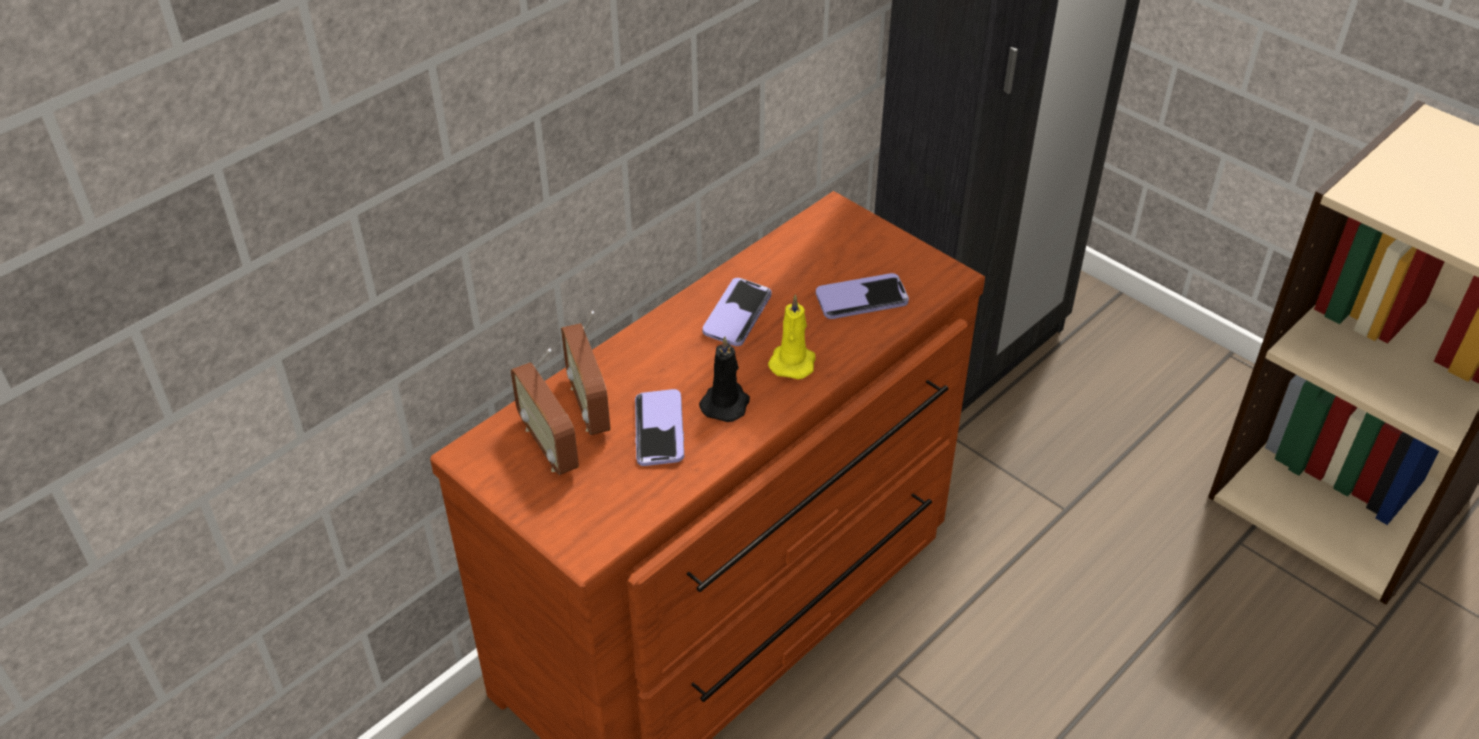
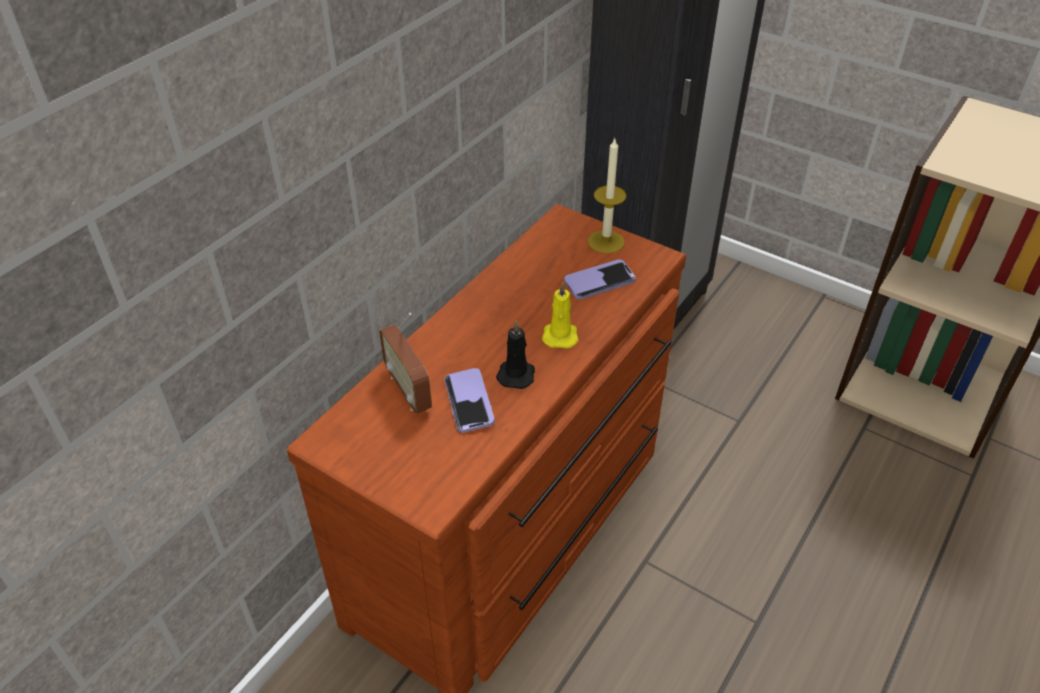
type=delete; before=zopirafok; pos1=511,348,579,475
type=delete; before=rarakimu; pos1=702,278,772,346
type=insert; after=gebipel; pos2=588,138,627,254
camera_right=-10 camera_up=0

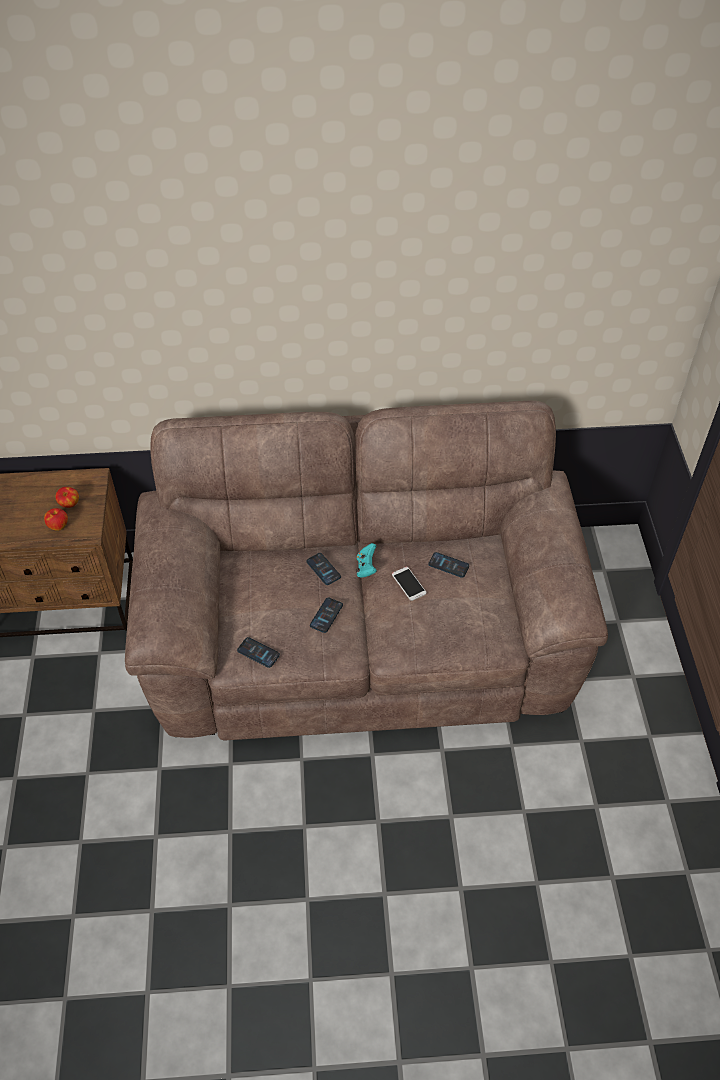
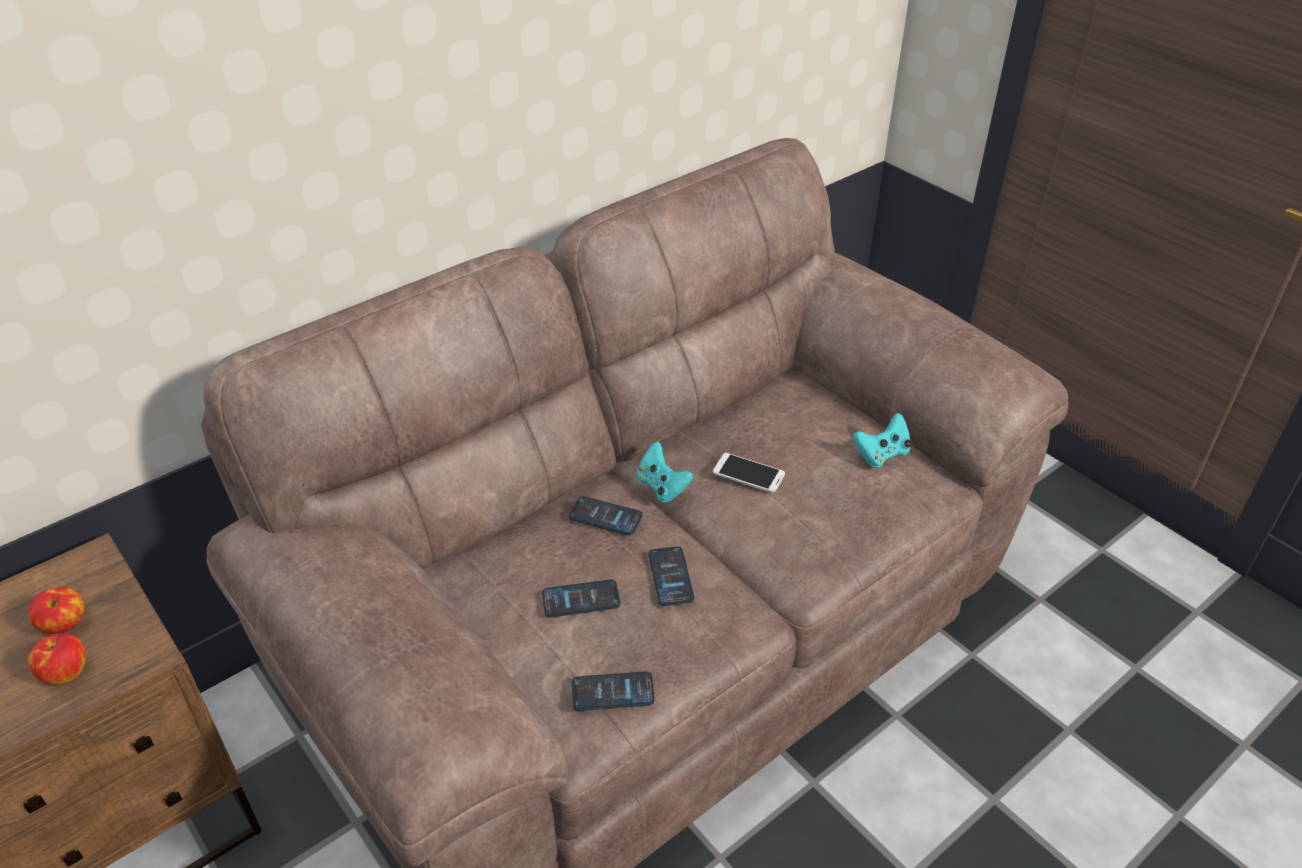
type=move; before=rarakimu; pos1=428,552,469,578; pos2=542,579,620,618
type=insert; after=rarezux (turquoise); pos2=853,413,912,468
camera_right=-35 camera_up=-10

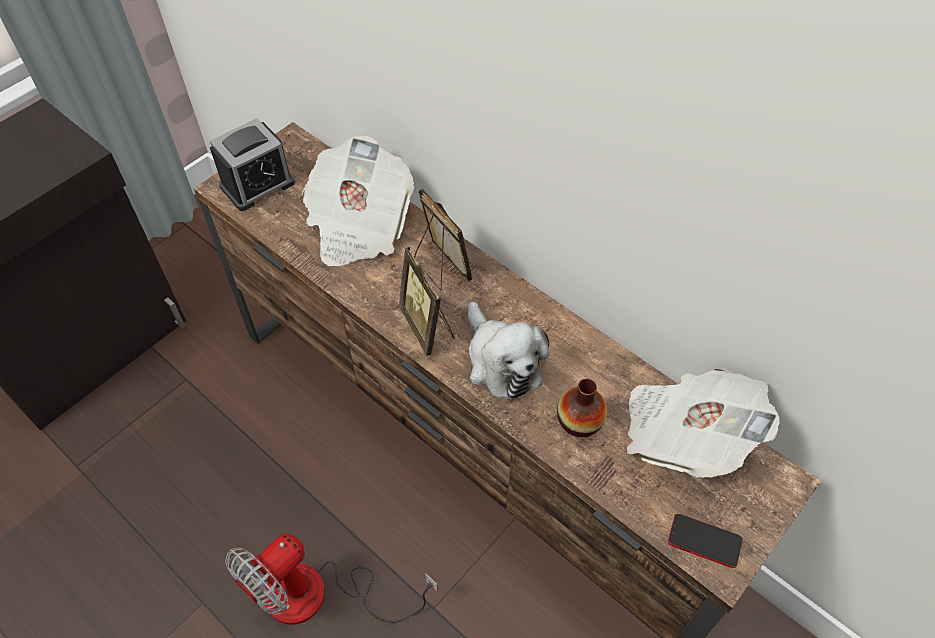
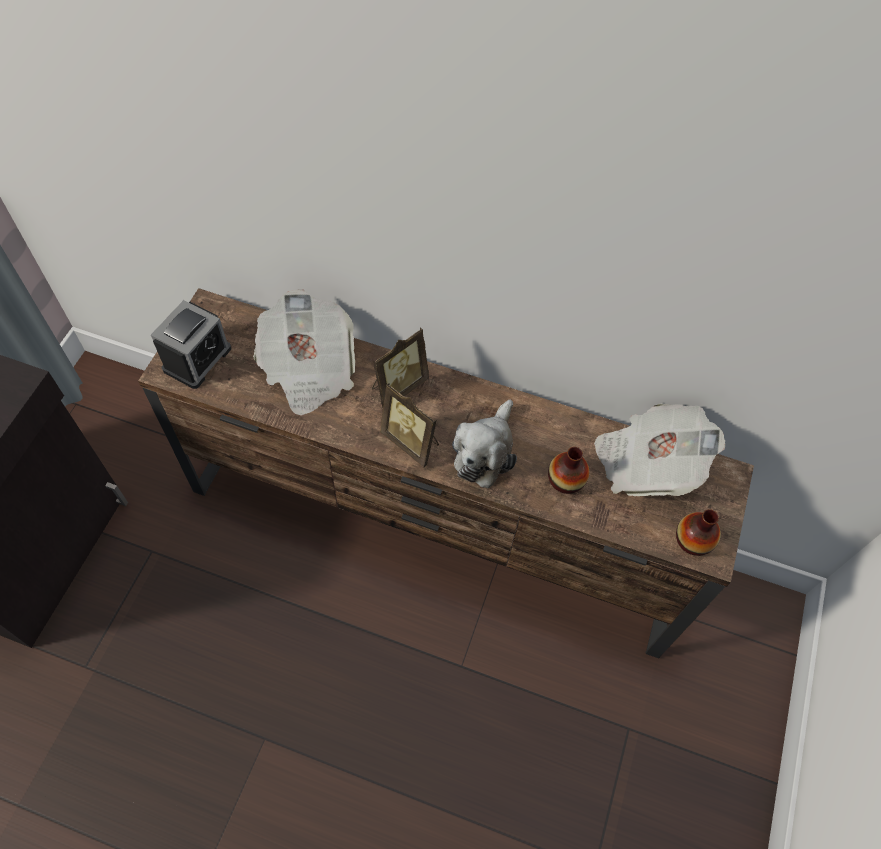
type=delete; before=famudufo; pos1=225,534,438,625
type=rotate; before=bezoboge; pos1=414,189,472,290; pos2=372,328,429,408; turn=105
type=rotate; before=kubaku; pos1=468,301,549,401; pos2=452,400,517,488; turn=75
type=replace; before=rarakimu; after=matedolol; pos1=668,514,743,568; pos2=676,509,721,556
camera_right=-25 camera_up=5

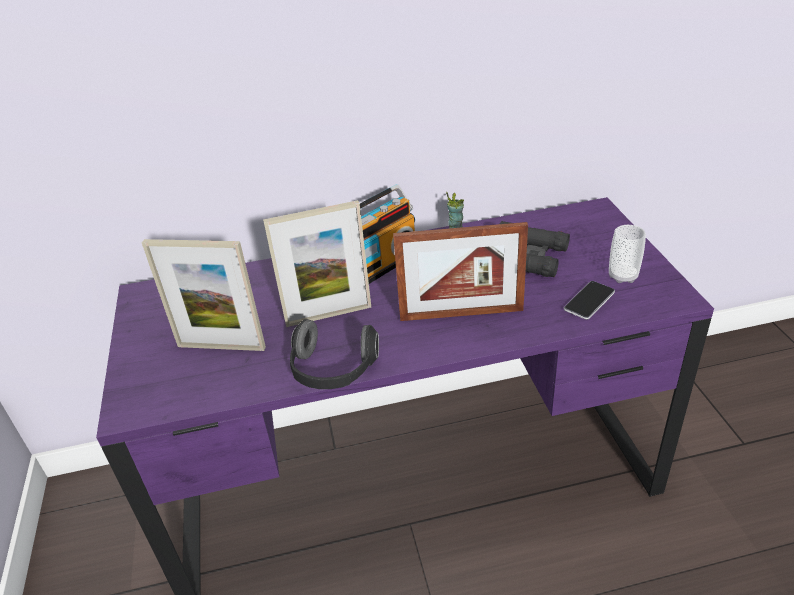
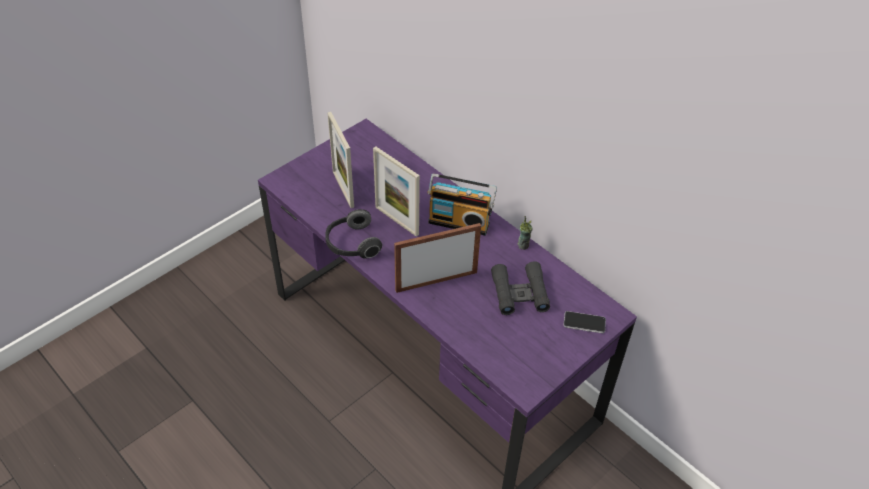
type=rotate; before=bezoboge; pos1=393,222,528,321; pos2=394,223,481,293; turn=105
type=move; before=rarakimu; pos1=564,281,615,320; pos2=564,311,606,333
type=delete; before=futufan; pos1=609,225,646,283
camera_right=55 camera_up=10

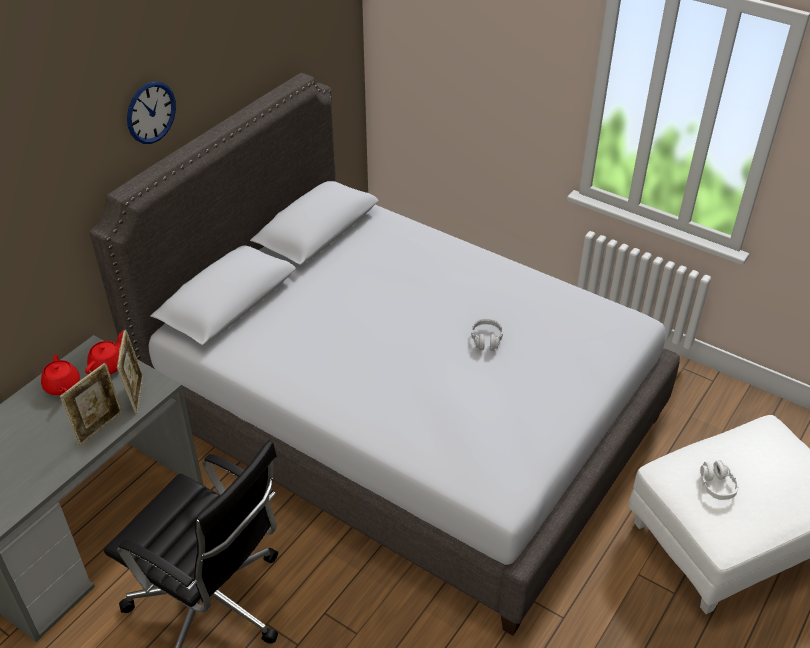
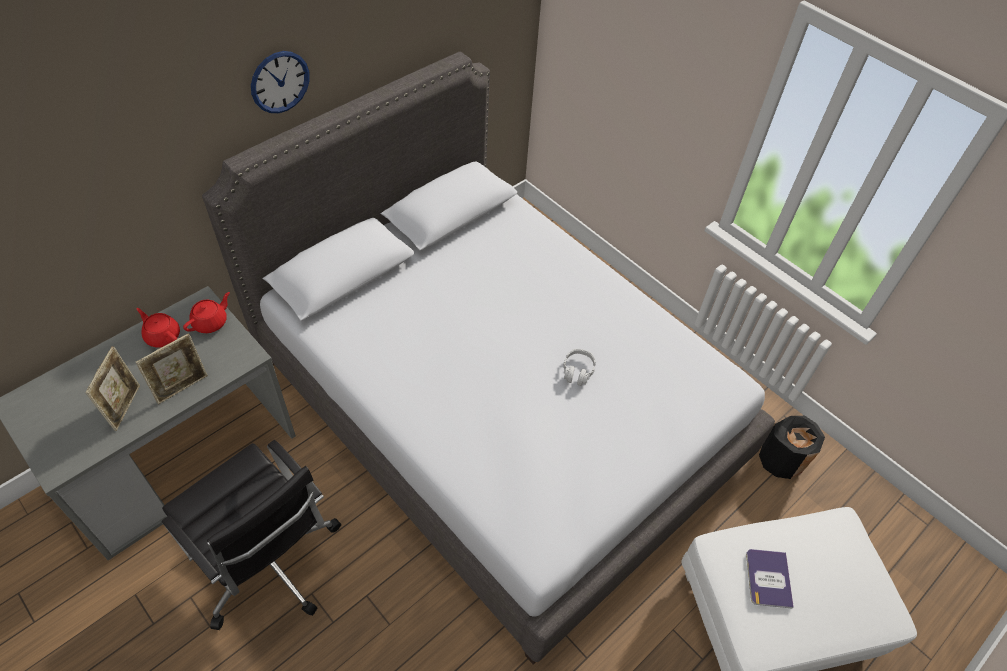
type=rotate; before=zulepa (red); pos1=41,355,80,395; pos2=136,308,180,348; turn=135
type=move; before=bezoboge; pos1=117,329,143,414; pos2=85,346,140,431
type=replace; before=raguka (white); after=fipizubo; pos1=700,460,739,500; pos2=746,549,794,609
type=insert; after=matedolol (black); pos2=759,416,825,479
camera_right=10 camera_up=10

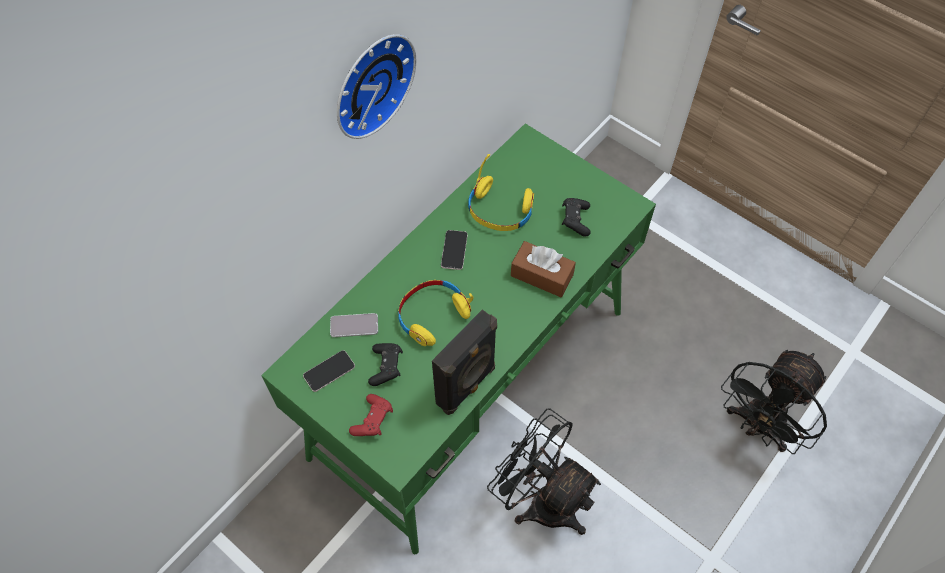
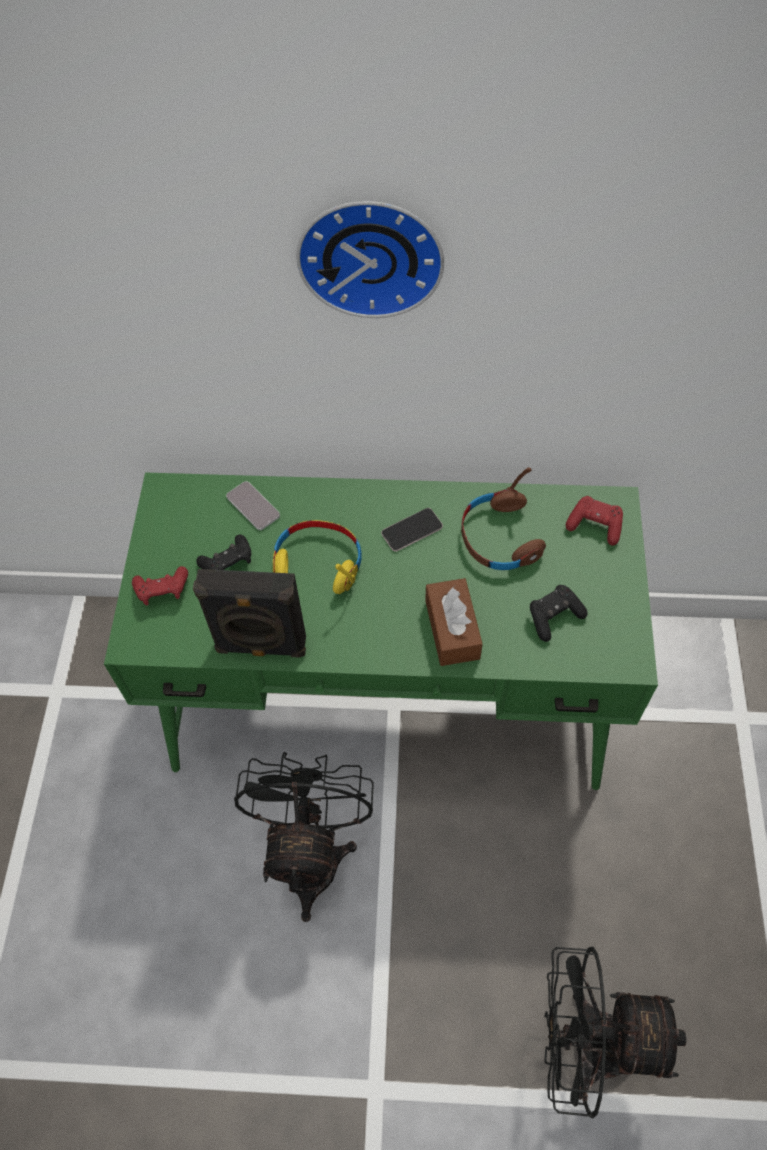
type=delete; before=rarakimu; pos1=303,350,355,392
type=recolor; before=raguka (yellow); after=raguka (brown); pos1=468,154,534,231; pos2=461,468,546,570
type=insert; after=rarezux (red); pos2=566,496,623,546
camera_right=55 camera_up=0

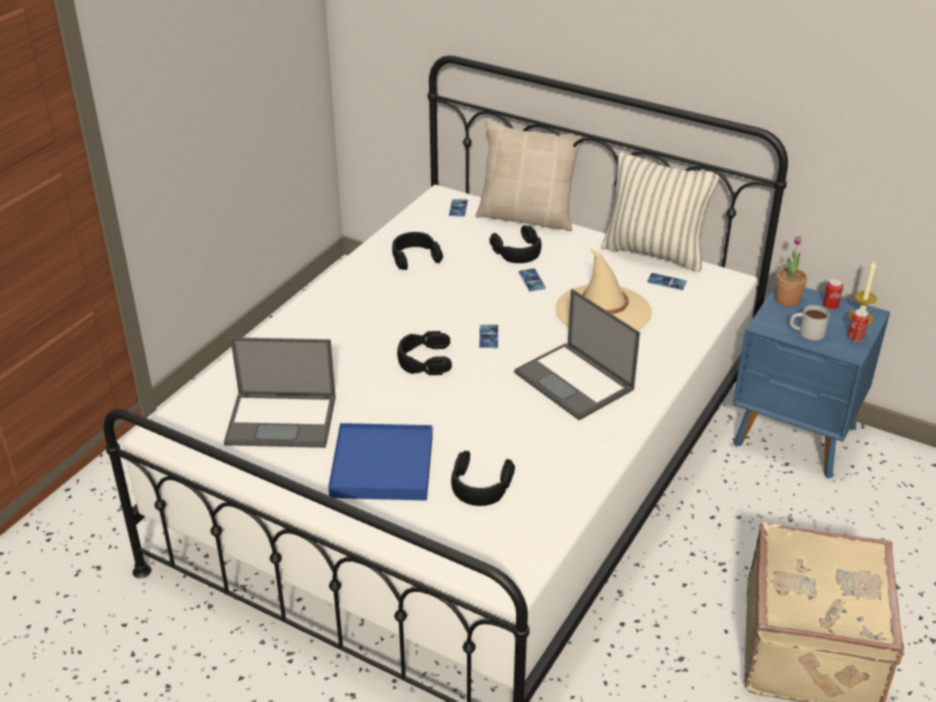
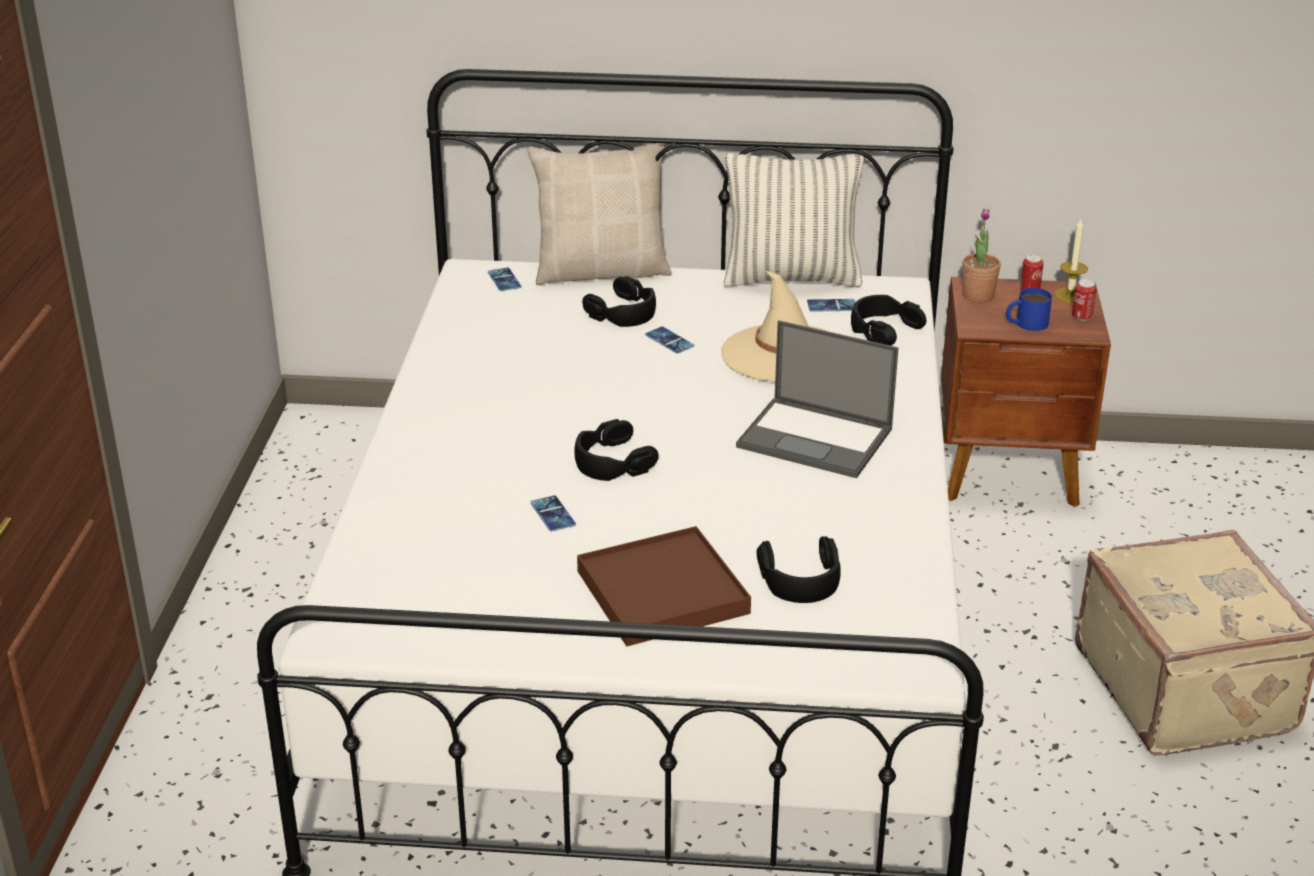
type=delete; before=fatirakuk; pos1=224,337,336,448
type=recolor; before=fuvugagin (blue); after=fuvugagin (brown); pos1=328,423,433,500; pos2=577,526,751,646
type=move; before=raguka (black); pos1=392,232,443,270; pos2=851,295,926,346
type=move; before=rarakimu; pos1=479,325,498,348; pos2=530,495,576,531
type=recolor; before=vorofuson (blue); after=vorofuson (brown); pos1=733,285,890,479; pos2=941,277,1111,507
type=recolor; before=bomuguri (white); after=bomuguri (blue); pos1=790,305,830,340; pos2=1006,288,1052,331
camera_right=-25 camera_up=-5

